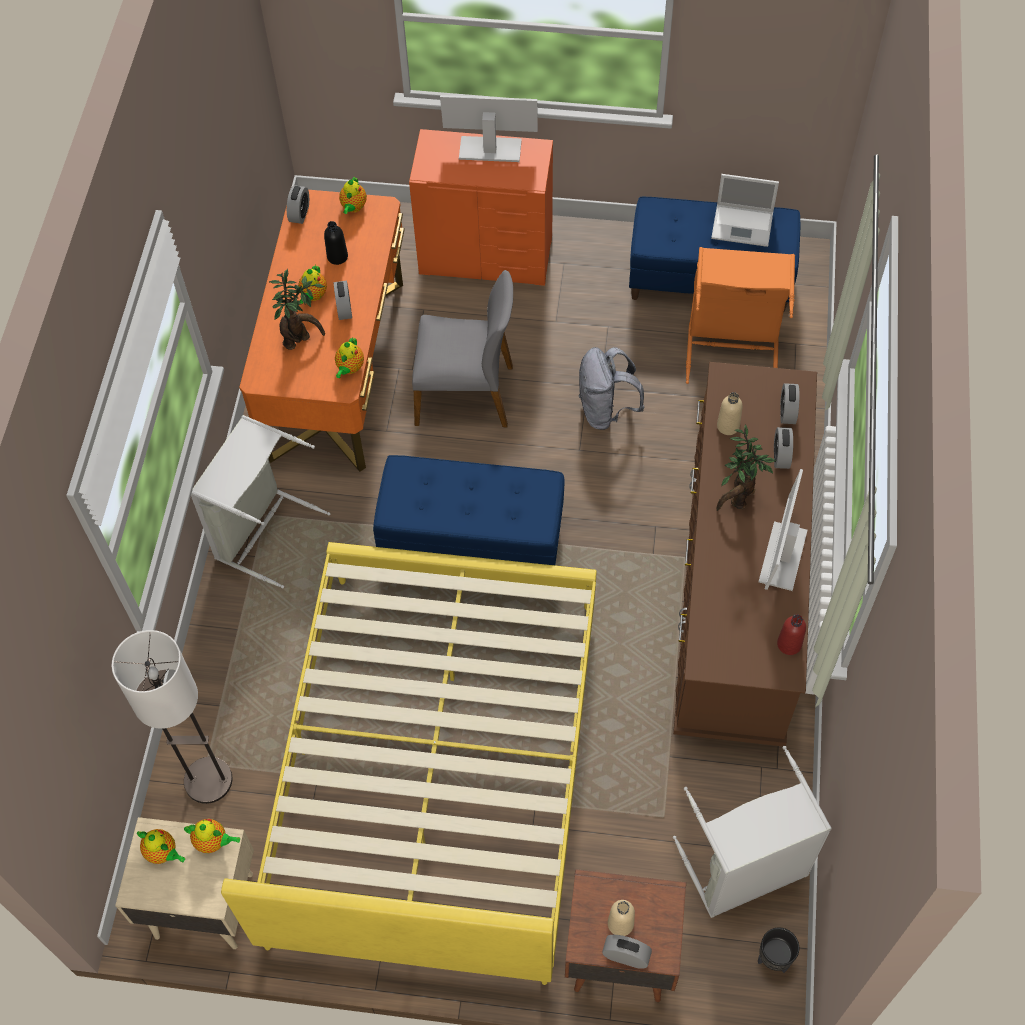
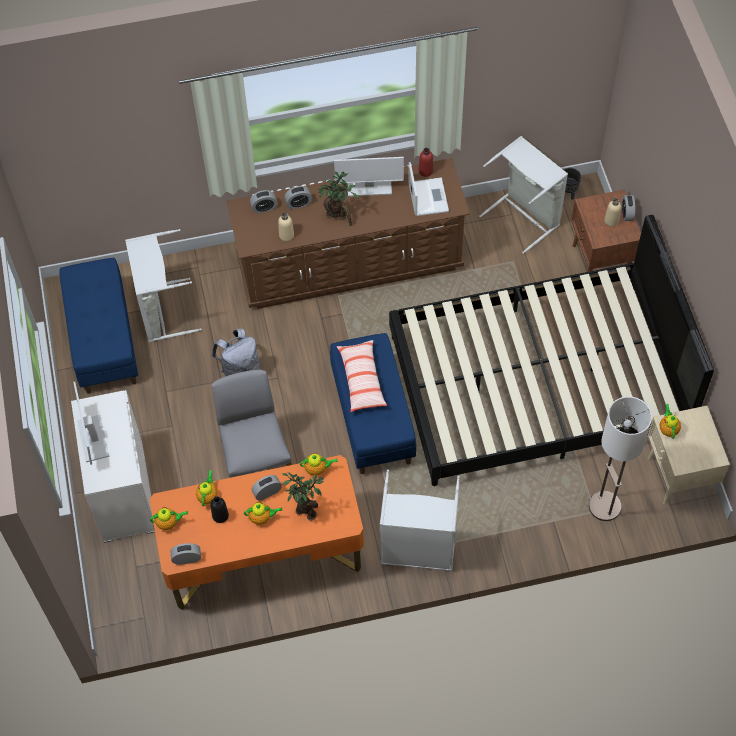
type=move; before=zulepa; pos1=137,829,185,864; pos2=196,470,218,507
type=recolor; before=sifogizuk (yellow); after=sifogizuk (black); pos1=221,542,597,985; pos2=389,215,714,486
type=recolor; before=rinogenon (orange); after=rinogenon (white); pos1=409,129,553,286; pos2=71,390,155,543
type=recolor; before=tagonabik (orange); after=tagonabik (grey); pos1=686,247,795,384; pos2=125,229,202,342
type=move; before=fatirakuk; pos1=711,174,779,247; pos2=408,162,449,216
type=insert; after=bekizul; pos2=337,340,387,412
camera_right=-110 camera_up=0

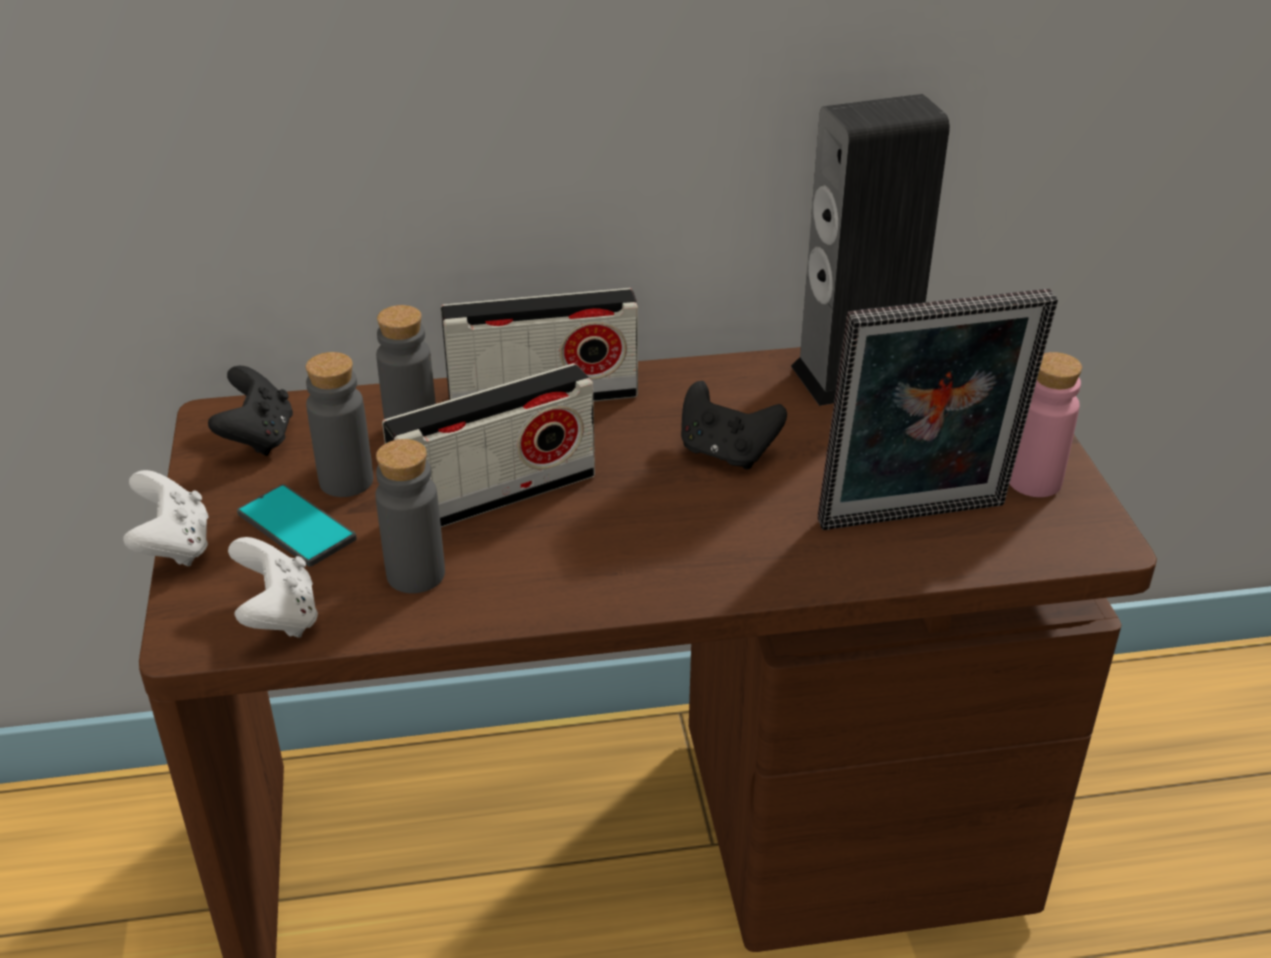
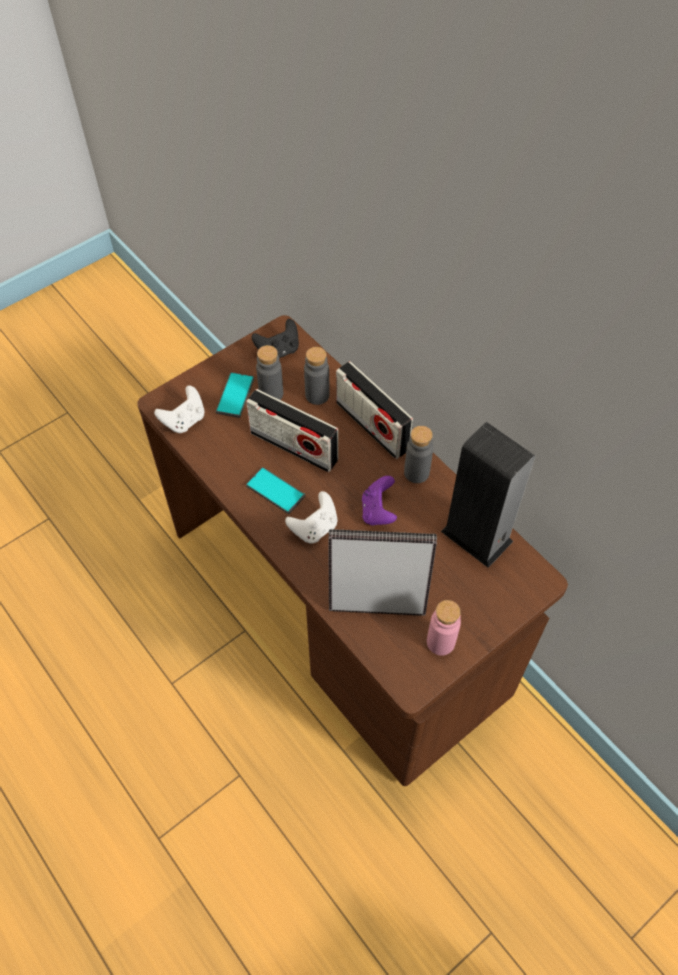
type=move; before=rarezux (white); pos1=123,470,208,566; pos2=285,491,338,544
type=move; before=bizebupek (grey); pos1=375,439,445,593; pos2=404,426,433,483
type=recolor; before=rarezux (black); after=rarezux (purple); pos1=681,381,787,469; pos2=362,476,397,525
type=rotate; before=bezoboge; pos1=818,289,1058,530; pos2=328,529,437,616; turn=135
type=insert; after=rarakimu; pos2=246,467,305,514
camera_right=60 camera_up=20

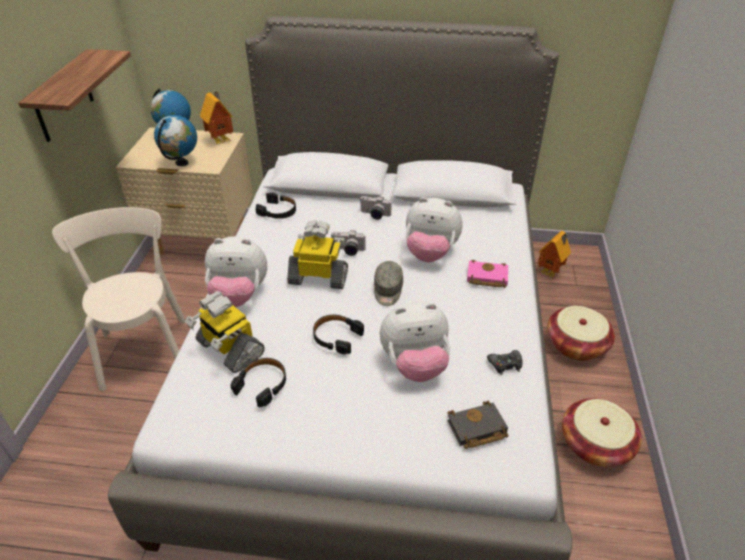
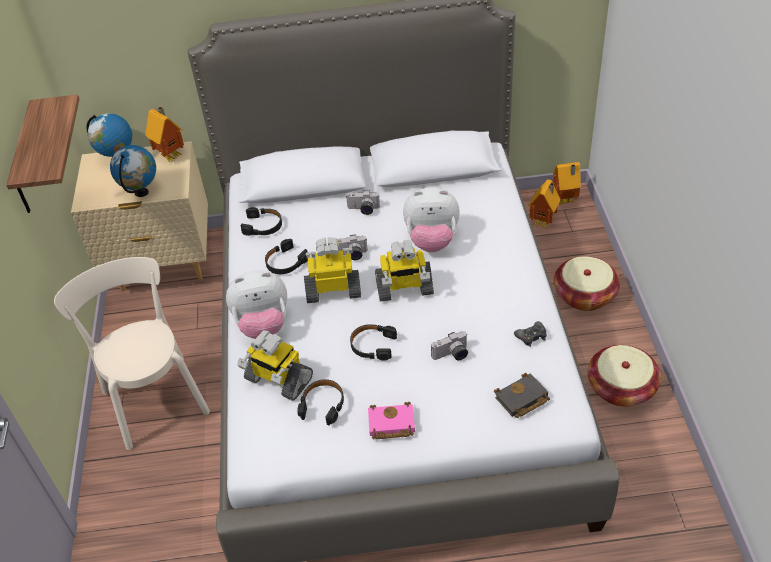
type=replace; before=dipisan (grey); after=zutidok; pos1=374,261,403,306; pos2=375,240,434,301
type=replace; before=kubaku; after=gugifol; pos1=380,301,450,382; pos2=431,331,468,361
type=move; before=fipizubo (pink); pos1=467,260,508,288; pos2=368,402,415,439
type=insert; after=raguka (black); pos2=265,239,308,274
type=insert; after=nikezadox; pos2=553,162,581,205
camera_right=-10 camera_up=5

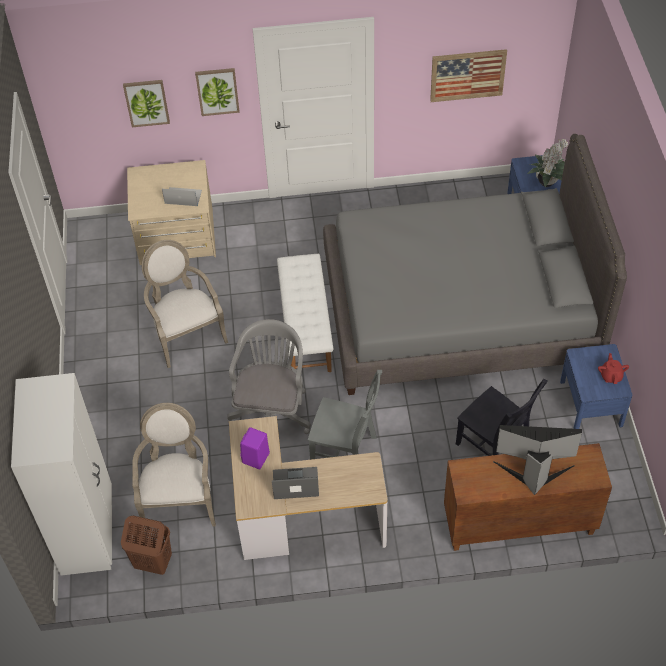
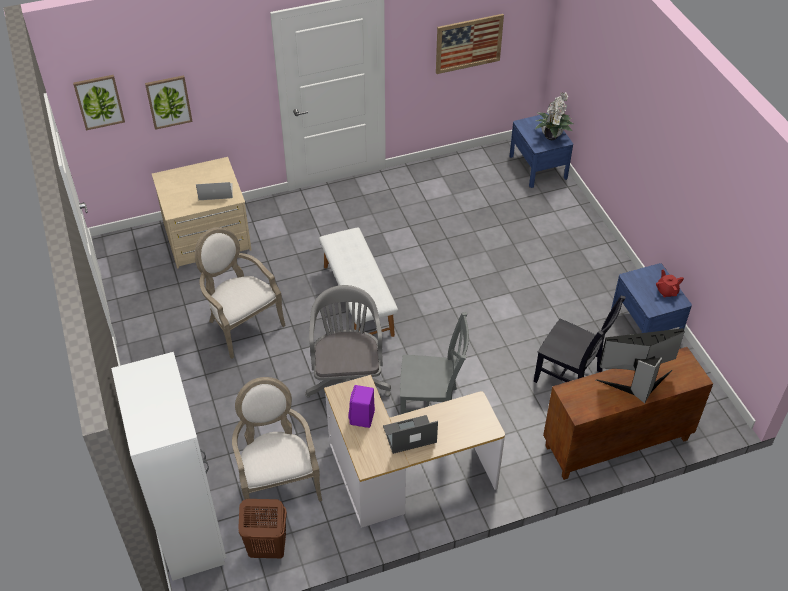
type=move; before=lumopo; pos1=195,68,240,116; pos2=73,75,125,130
type=delete; before=sifogizuk (grey); pos1=323,134,627,395
camera_right=-15 camera_up=-5

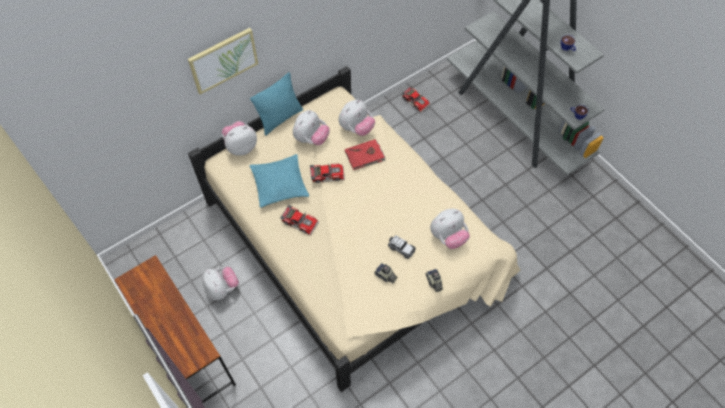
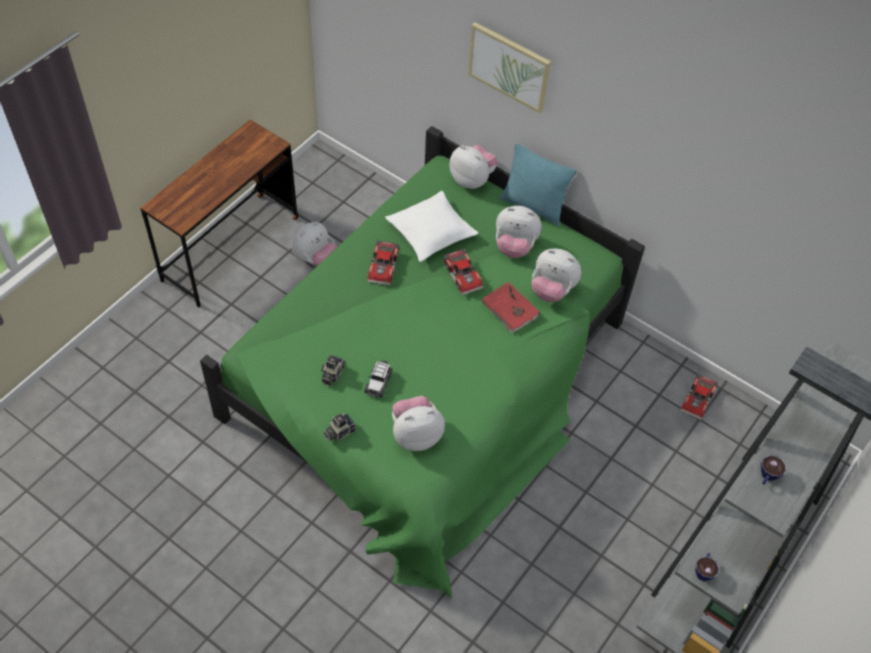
type=recolor; before=sifogizuk (beige); after=sifogizuk (green); pos1=188,66,520,392; pos2=200,126,645,599
type=recolor; before=bekizul (turquoise); after=bekizul (white); pos1=249,154,309,208; pos2=385,191,478,262
type=rotate; before=kubaku; pos1=430,209,470,249; pos2=392,396,445,451; turn=120
camera_right=70 camera_up=-5

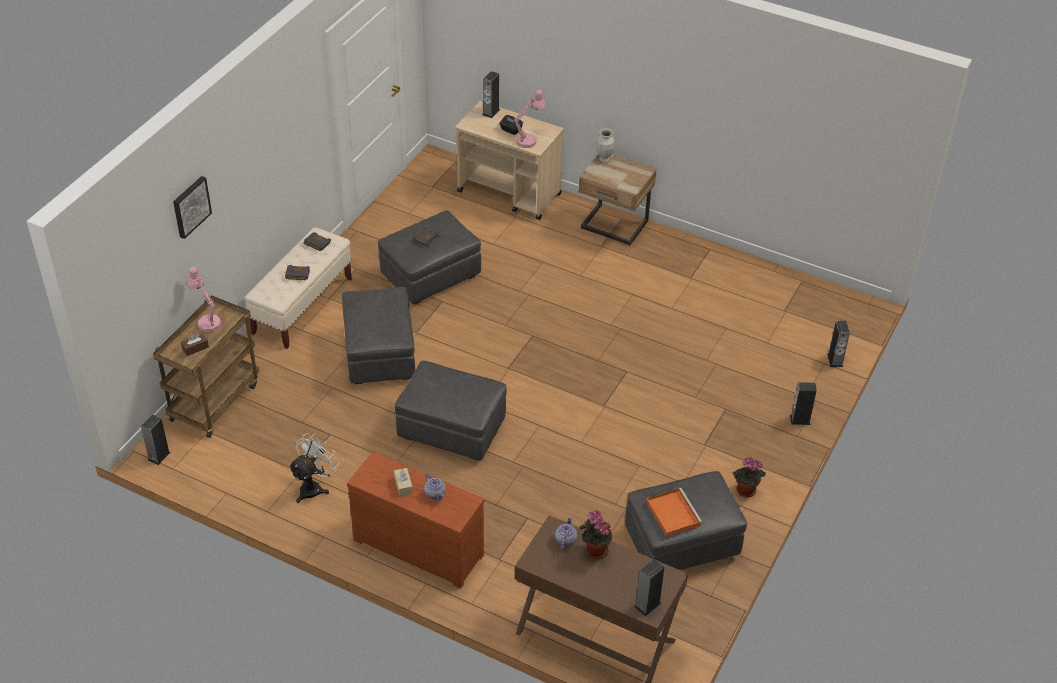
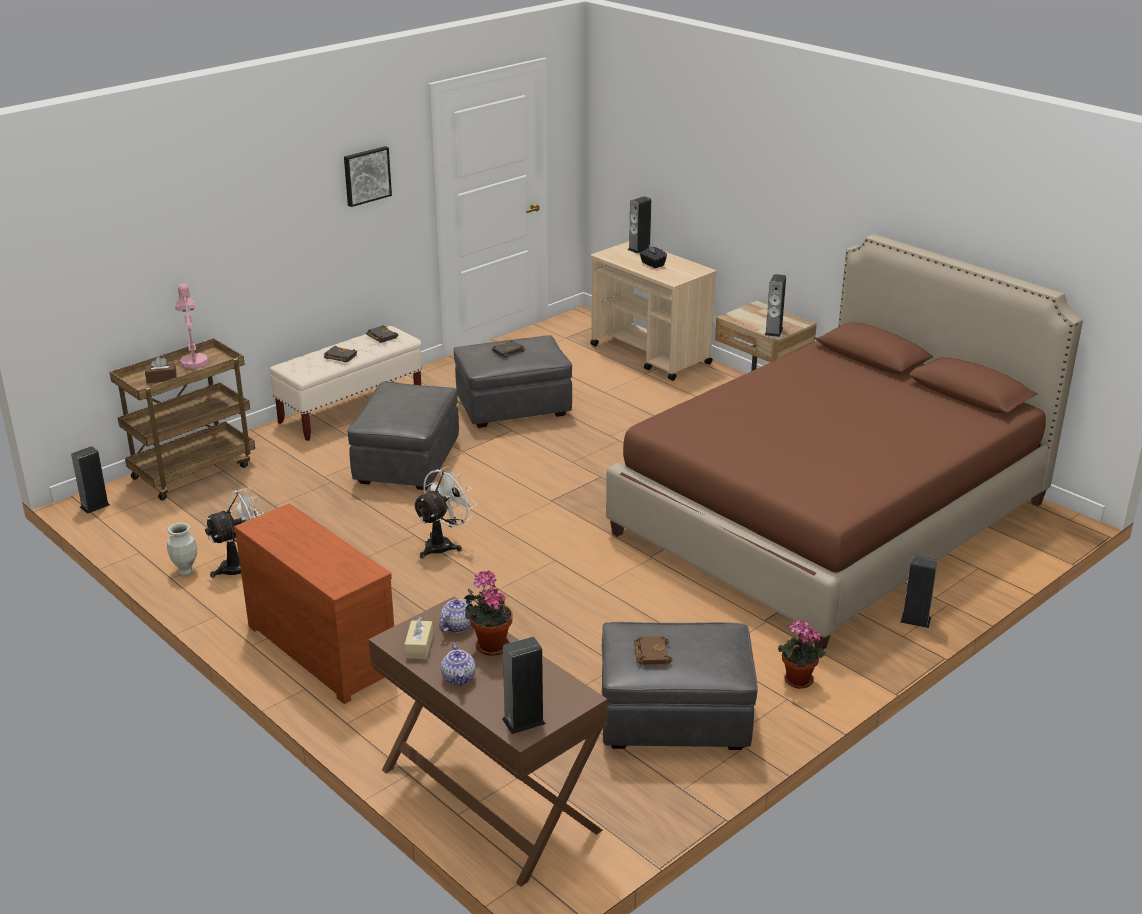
type=move; before=lumopo; pos1=173,176,212,239; pos2=344,146,392,207
type=move; before=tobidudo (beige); pos1=394,468,413,496; pos2=404,617,433,659
type=replace; before=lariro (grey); after=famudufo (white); pos1=395,360,507,460; pos2=412,466,477,559
type=move; before=zulepa; pos1=424,473,446,500; pos2=441,643,476,686
type=delete; before=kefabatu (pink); pos1=514,90,546,148
type=move; before=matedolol; pos1=596,128,615,162; pos2=167,523,197,575
type=replace; before=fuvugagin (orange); after=fipizubo (brown); pos1=646,488,702,537; pos2=634,636,673,666
type=move; before=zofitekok; pos1=827,321,850,367; pos2=765,274,786,337
type=insert; after=sifogizuk (brown); pos2=606,234,1083,650
camera_right=20 camera_up=-15

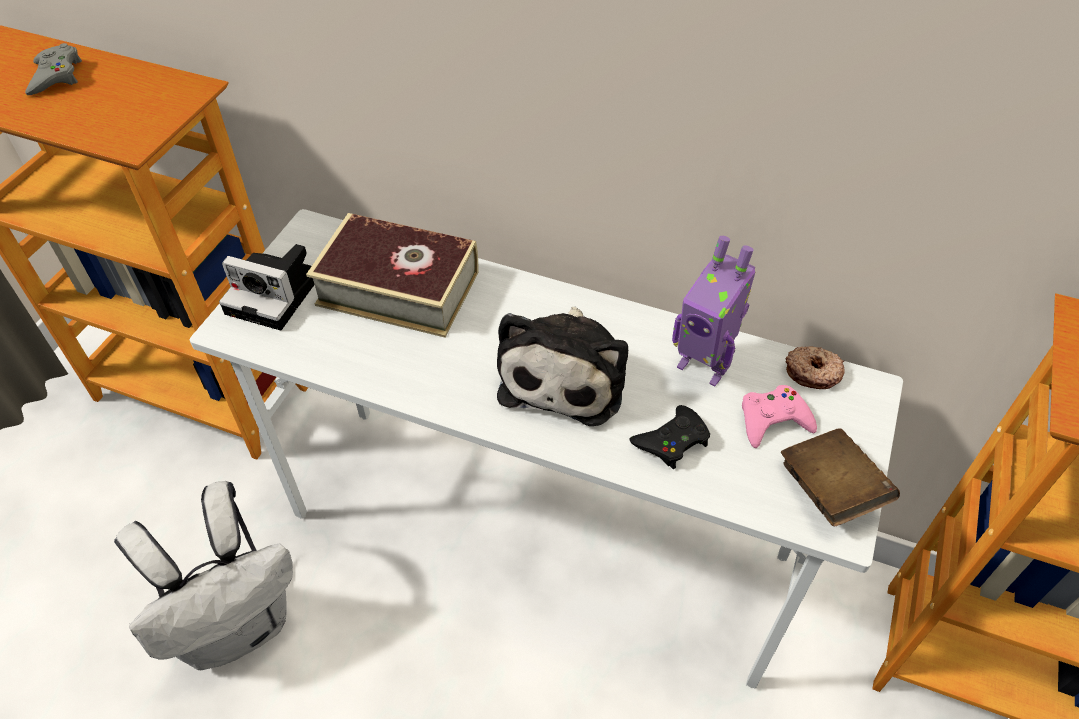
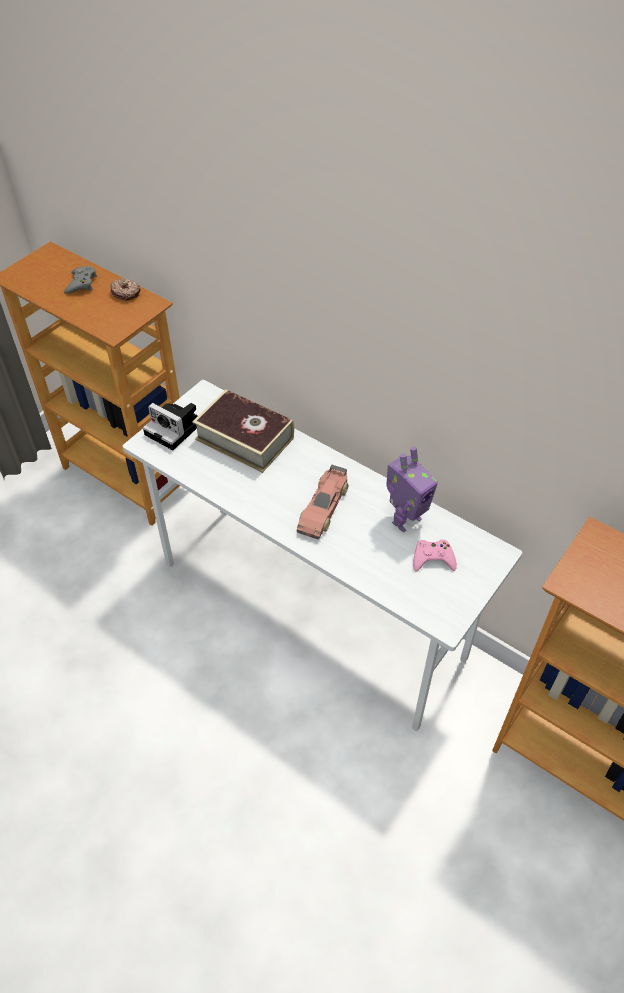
type=delete; before=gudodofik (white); pos1=114,481,293,670
type=replace; before=kubaku; after=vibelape; pos1=497,307,628,426; pos2=297,465,348,540
type=delete; before=rarezux (black); pos1=629,405,710,469
type=rotate; before=zutidok; pos1=672,236,755,387; pos2=386,447,438,533; turn=-90
type=delete; before=fipizubo (brown); pos1=781,428,900,526
type=move; before=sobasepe; pos1=786,347,844,389; pos2=110,278,140,300
camera_right=15 camera_up=0

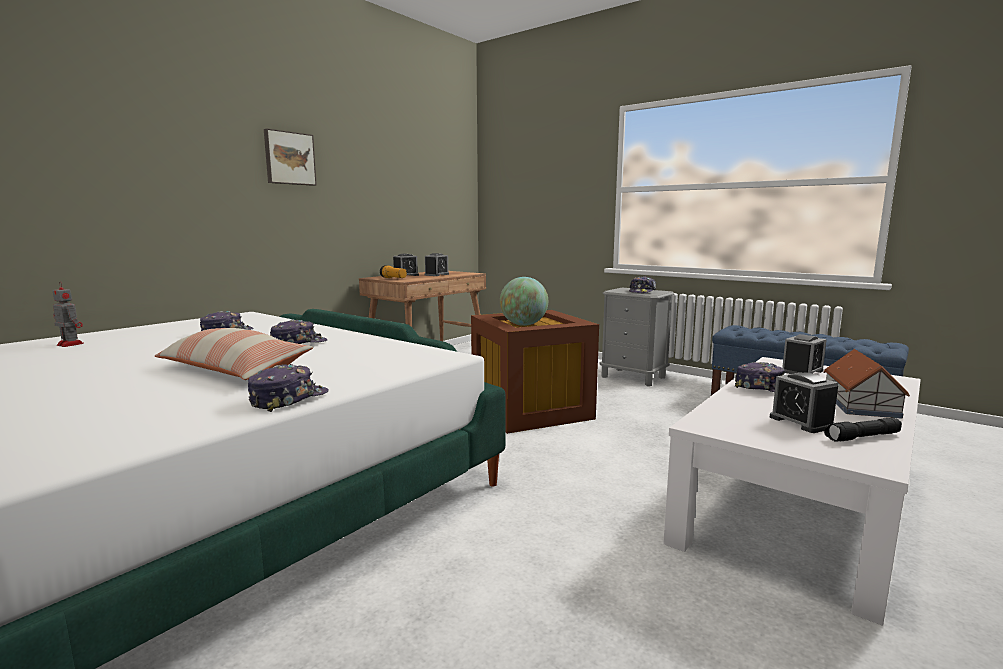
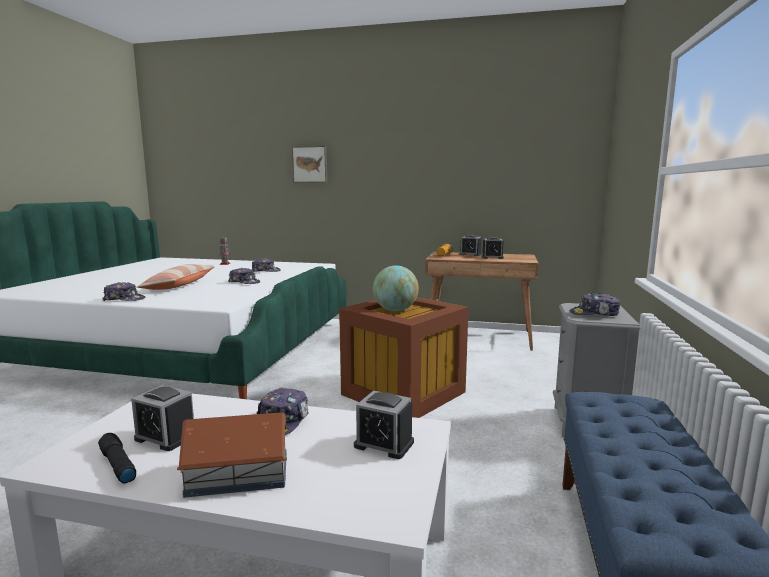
type=move; before=lumopo; pos1=264,129,317,186; pos2=292,146,327,182
type=rotate; before=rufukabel; pos1=770,372,838,433; pos2=131,385,194,451; turn=-105
camera_right=65 camera_up=0

